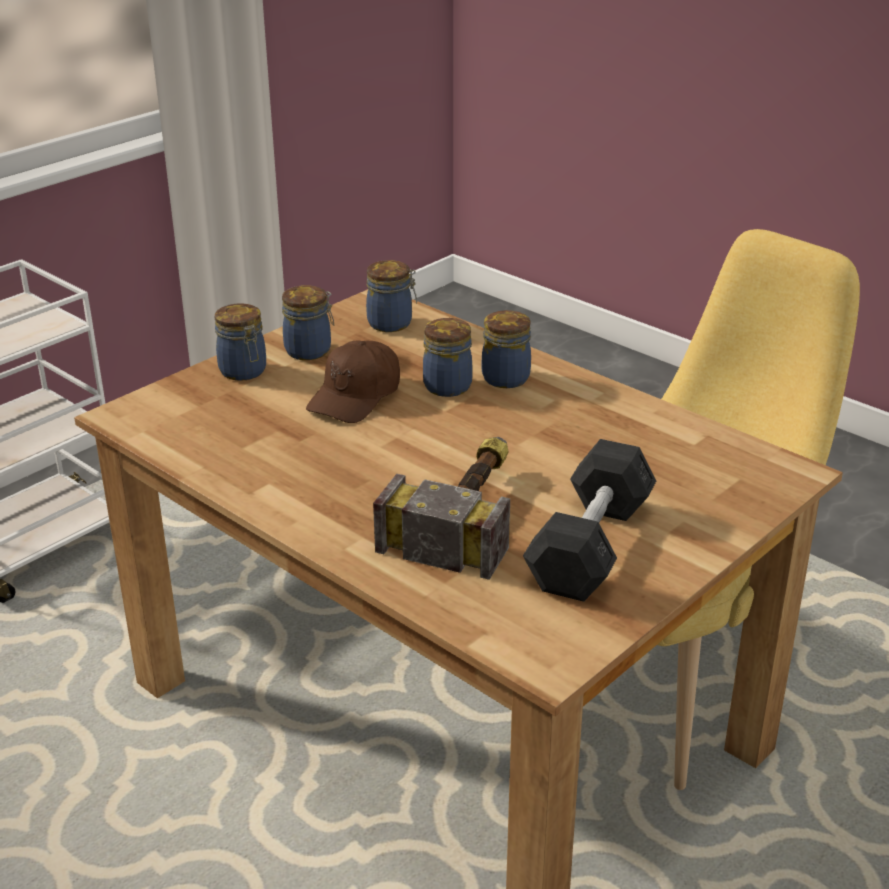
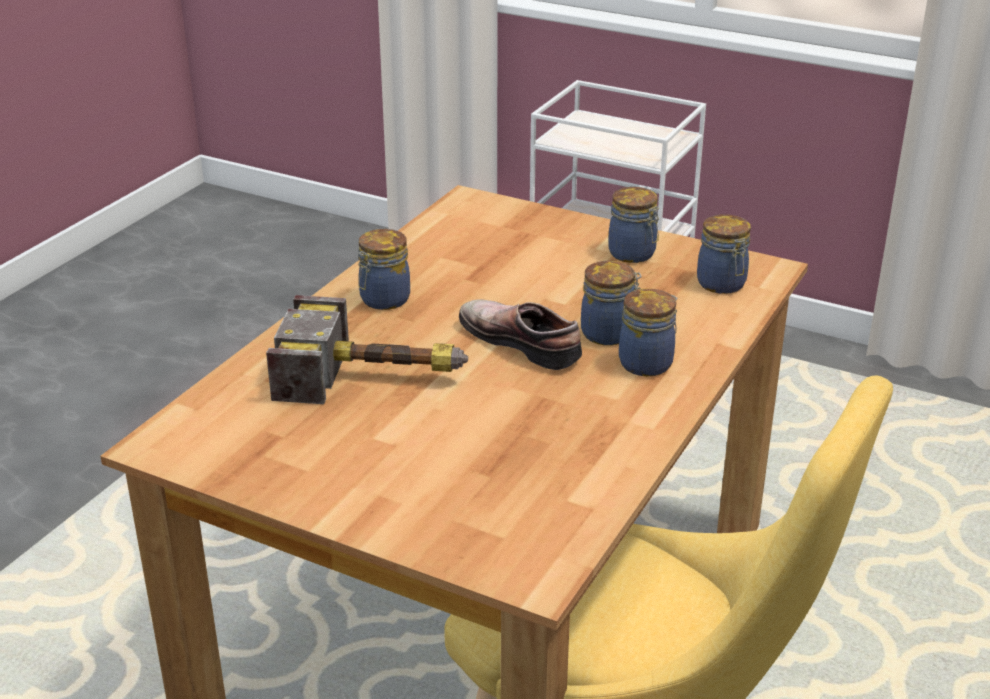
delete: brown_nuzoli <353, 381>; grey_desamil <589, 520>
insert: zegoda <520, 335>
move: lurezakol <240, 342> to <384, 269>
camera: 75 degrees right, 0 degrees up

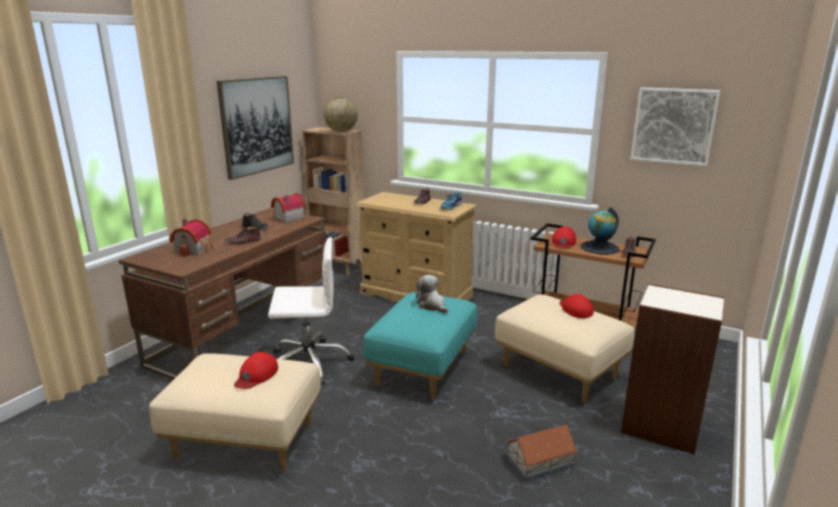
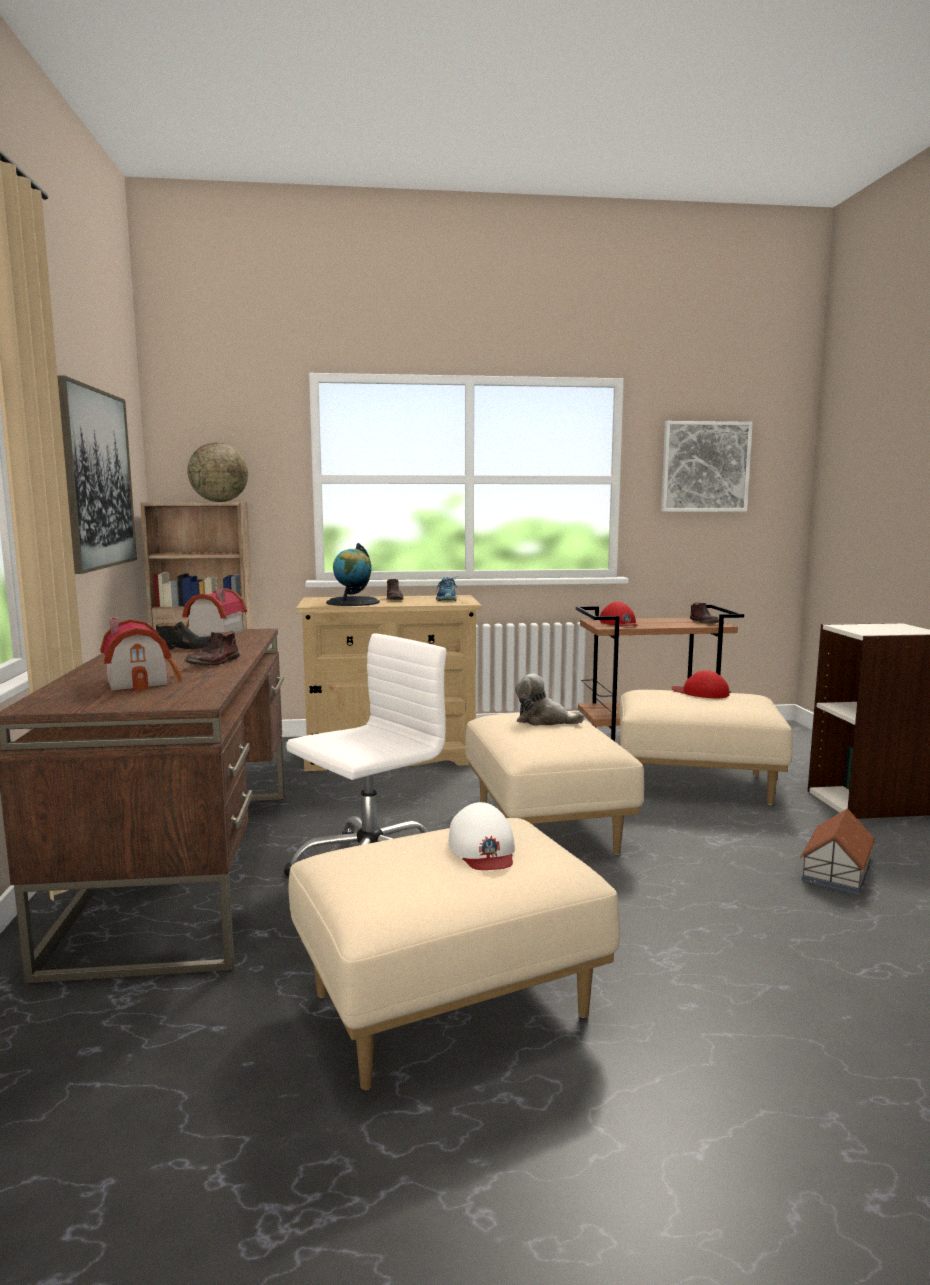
move: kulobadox <600, 231> to <353, 574>
recolor: red_nuzoli <256, 370> to white_nuzoli <482, 836>; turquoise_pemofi <420, 345> to beige_pemofi <554, 783>
camera: 35 degrees left, 10 degrees down

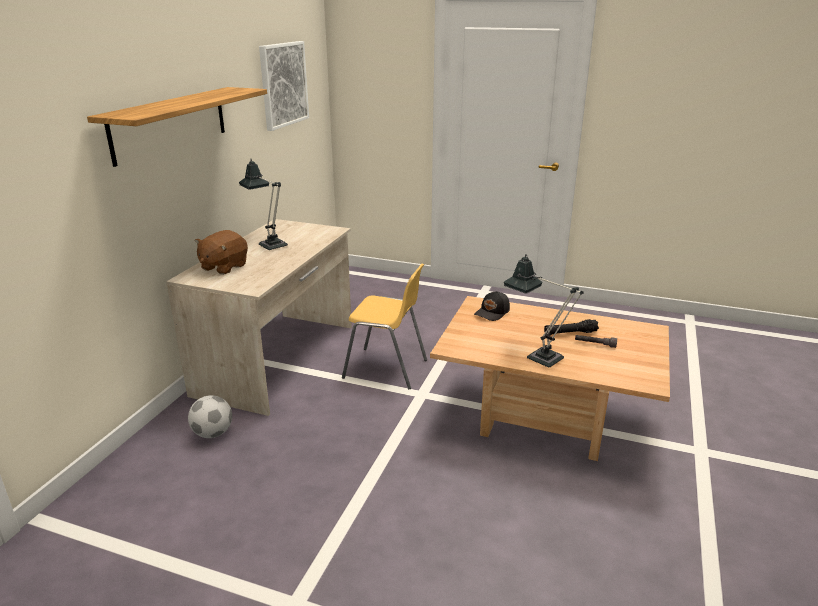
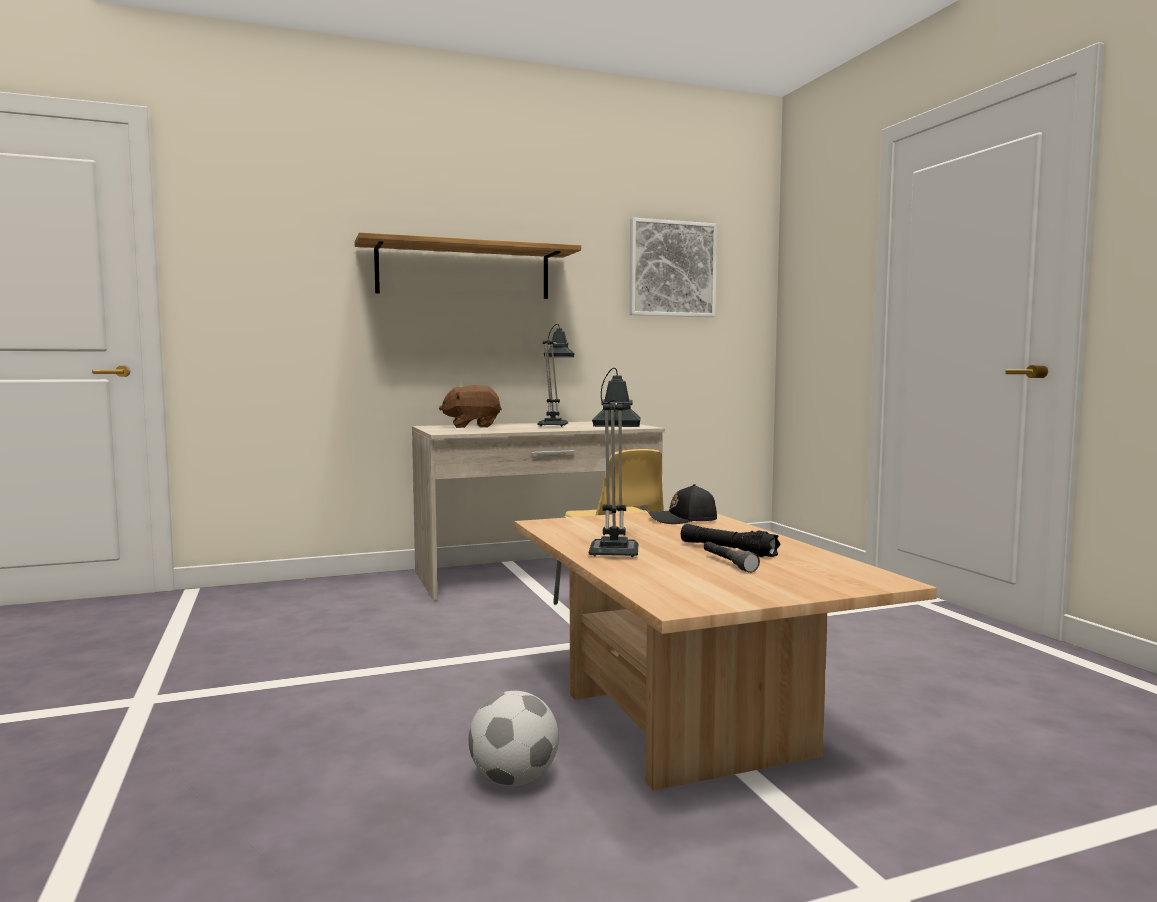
move: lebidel <210, 416> to <514, 738>
camera: 50 degrees right, 20 degrees down

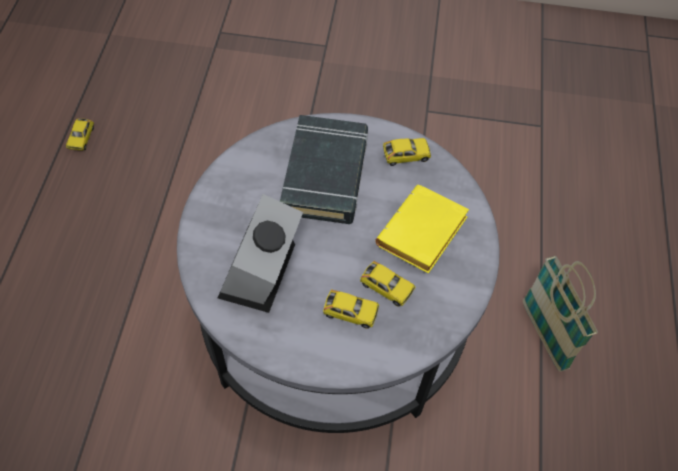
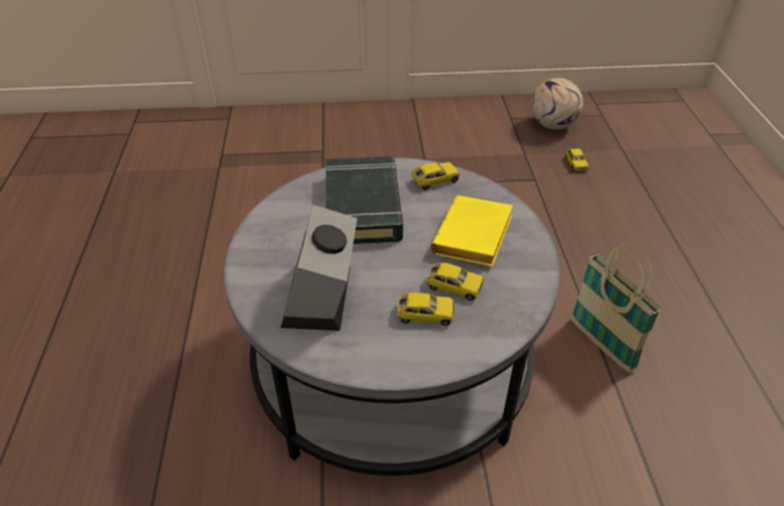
insert: lebidel <557, 103>
move: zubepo <80, 135> to <577, 160>
camera: 10 degrees left, 15 degrees down

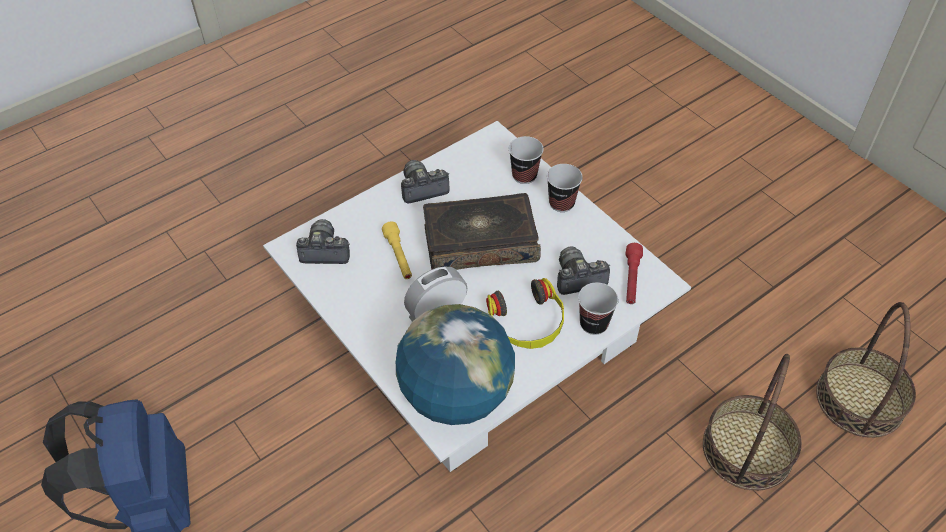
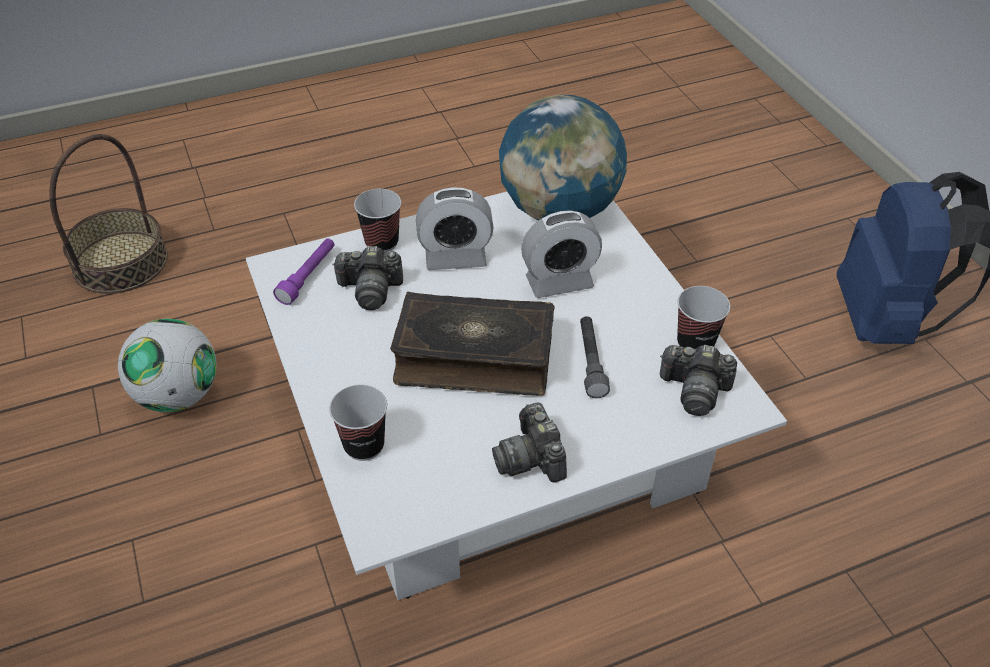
delete: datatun <752, 422>
insert: lebidel <167, 365>
move: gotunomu <565, 188> to <703, 317>
replace: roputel <525, 313> to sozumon <455, 228>
recolor: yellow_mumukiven <397, 250> to grey_mumukiven <595, 357>; red_mumukiven <634, 273> to purple_mumukiven <303, 271>
rotate: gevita <425, 182> = <529, 442> 75 degrees clockwise
camera: 165 degrees left, 5 degrees down

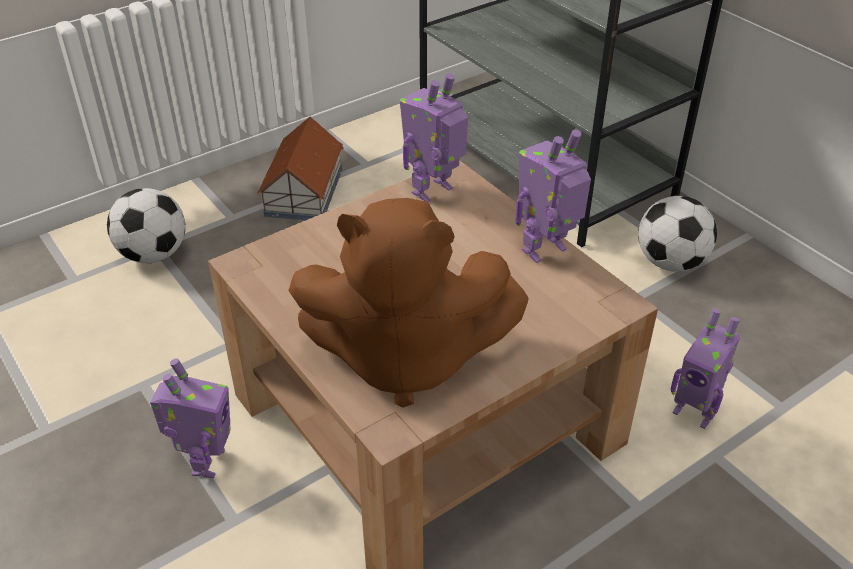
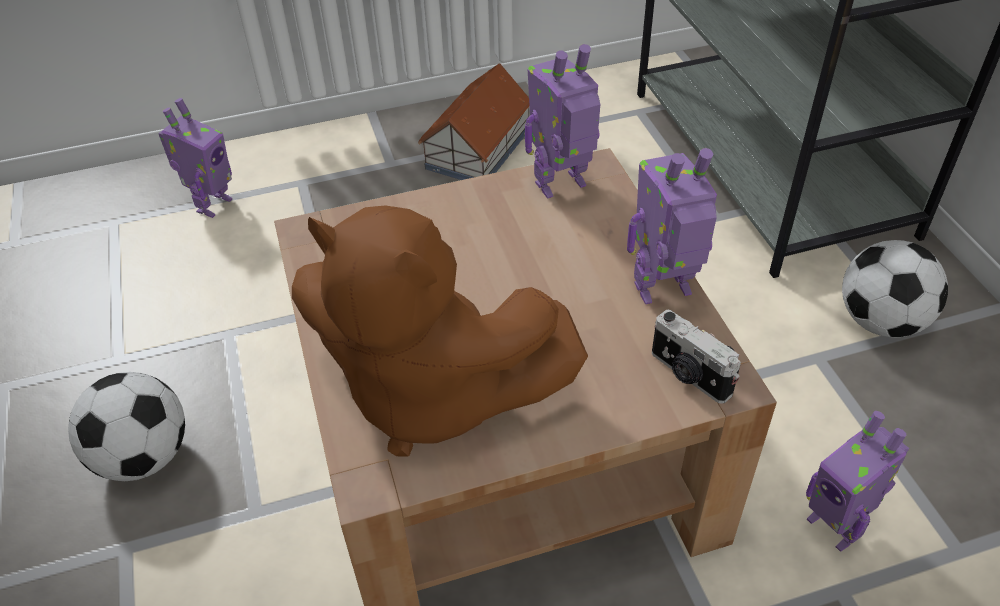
insert: gevita <696, 357>
move: lebidel <146, 225> to <126, 426>; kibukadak <190, 418> to <195, 158>
camera: 20 degrees right, 5 degrees up

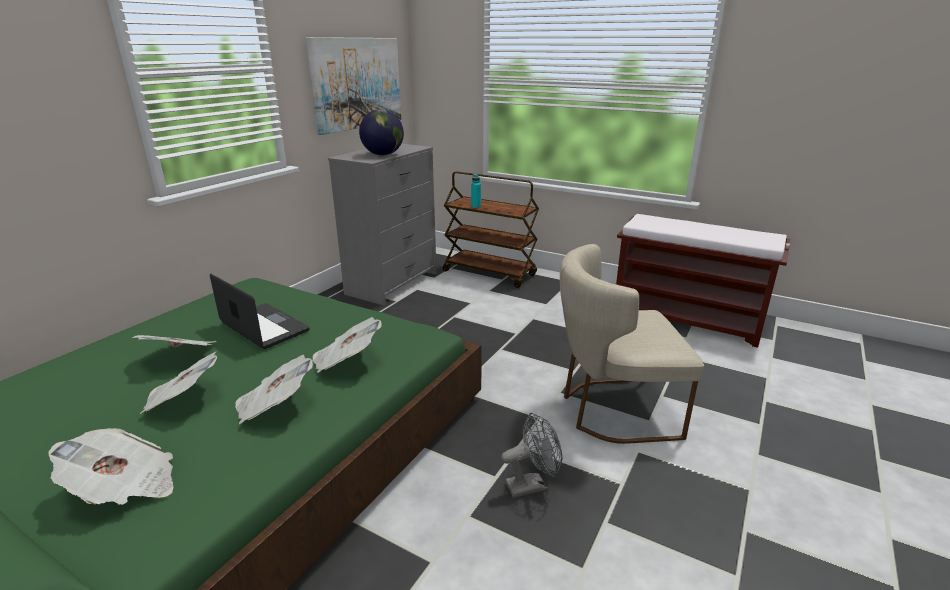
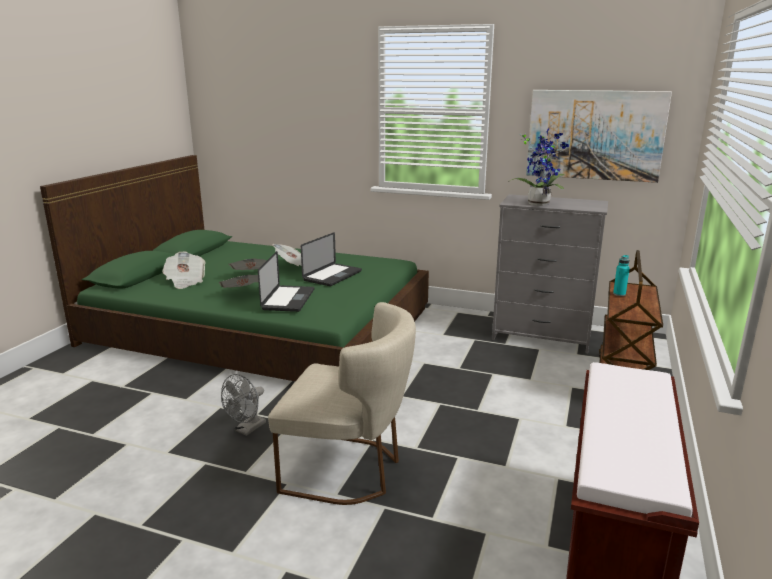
replace: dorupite <347, 345> to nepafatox <286, 281>; kulobadox <381, 132> to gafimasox <538, 167>
rotate: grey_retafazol <531, 455> = <243, 405> 60 degrees clockwise; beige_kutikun <632, 344> = <342, 403> 120 degrees clockwise
camera: 80 degrees right, 5 degrees down

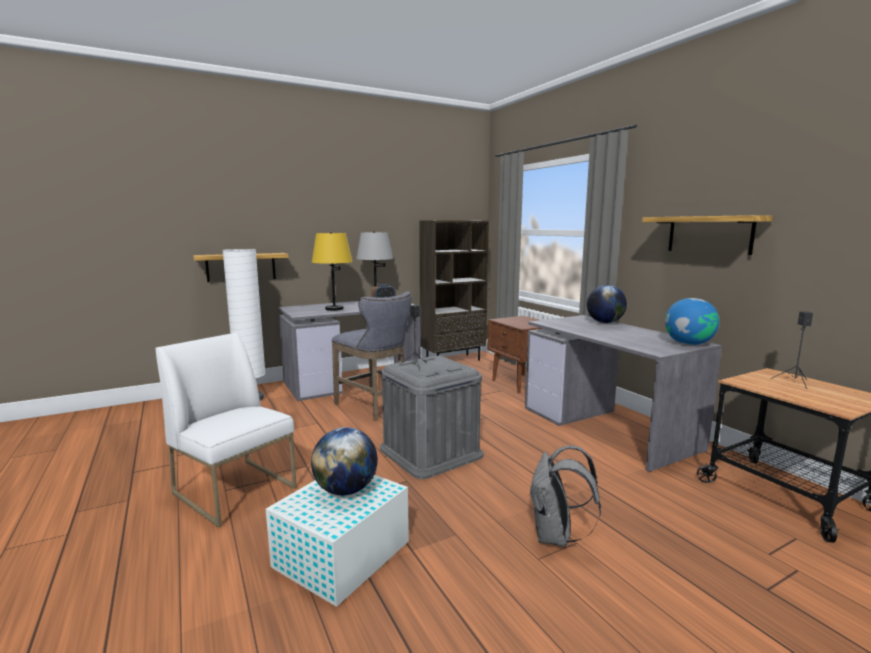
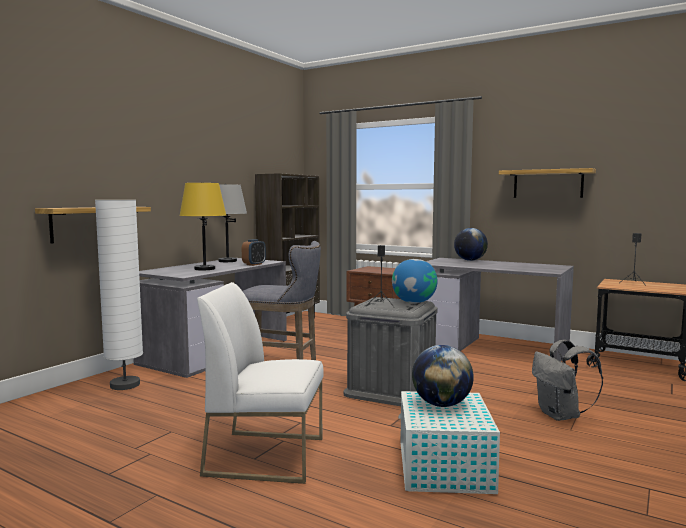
move: kulobadox <692, 321> to <415, 281>
camera: 30 degrees left, 5 degrees down

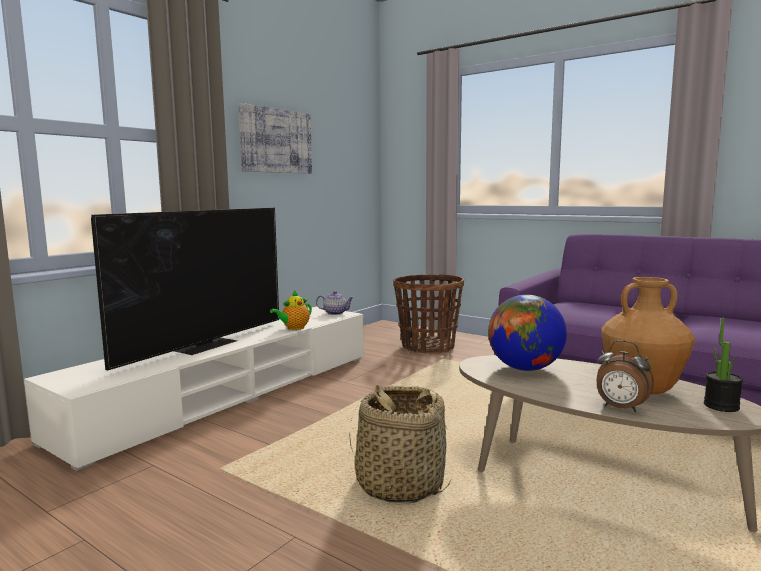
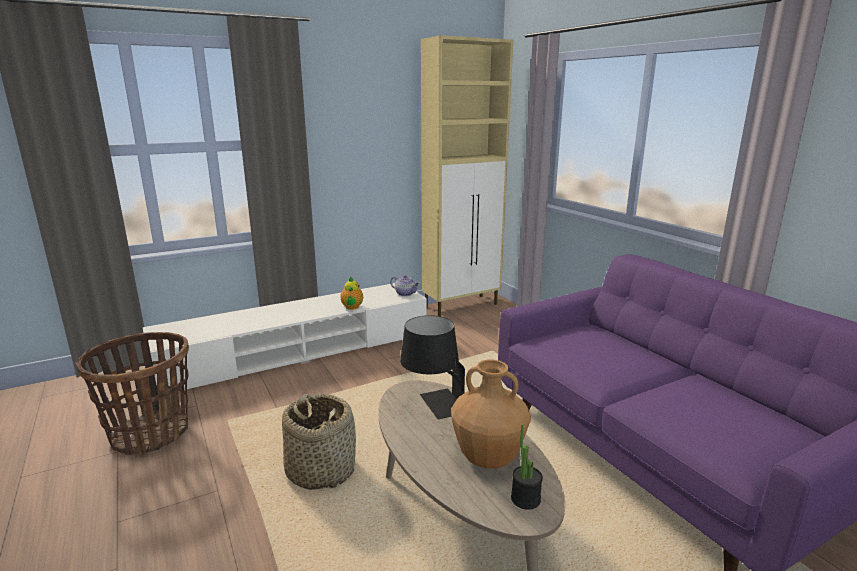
delete: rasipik <185, 289>; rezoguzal <275, 138>; sozumon <625, 376>
insert: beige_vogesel <467, 175>
move: datatun <428, 313> to <132, 394>
replace: kulobadox <527, 333> to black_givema <432, 367>
rotate: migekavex <291, 310> = <351, 293> 75 degrees counterclockwise
camera: 25 degrees right, 10 degrees up

